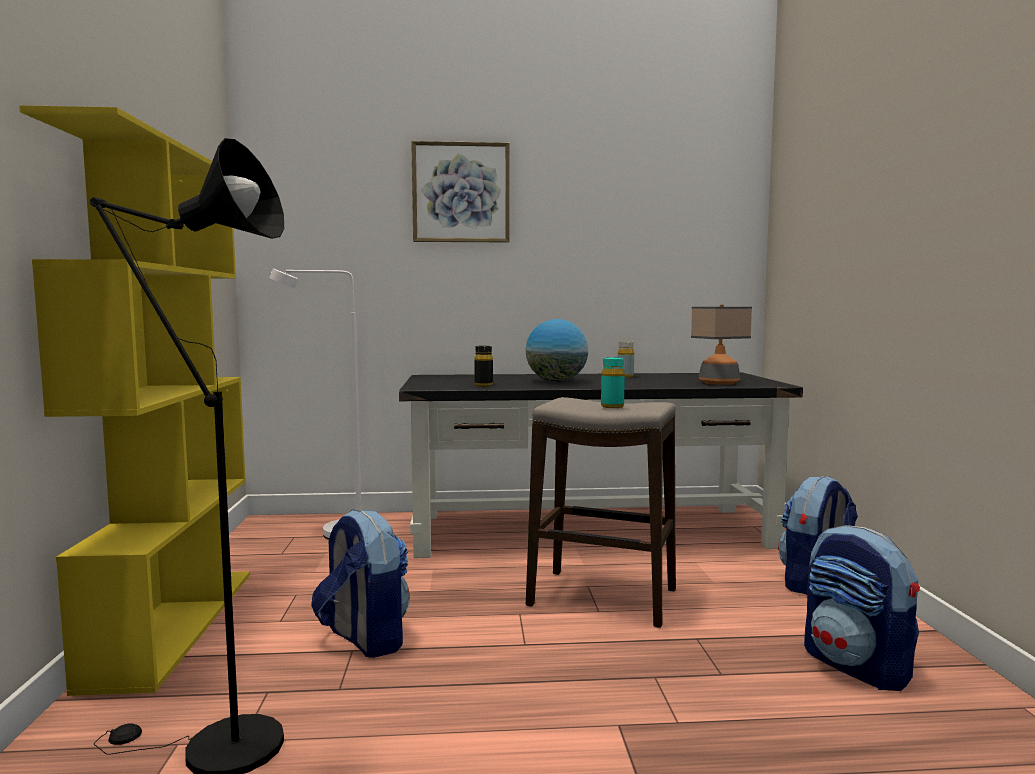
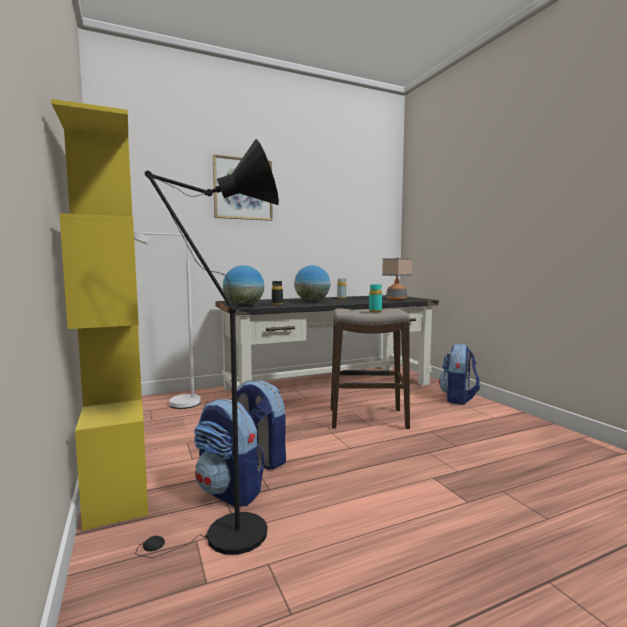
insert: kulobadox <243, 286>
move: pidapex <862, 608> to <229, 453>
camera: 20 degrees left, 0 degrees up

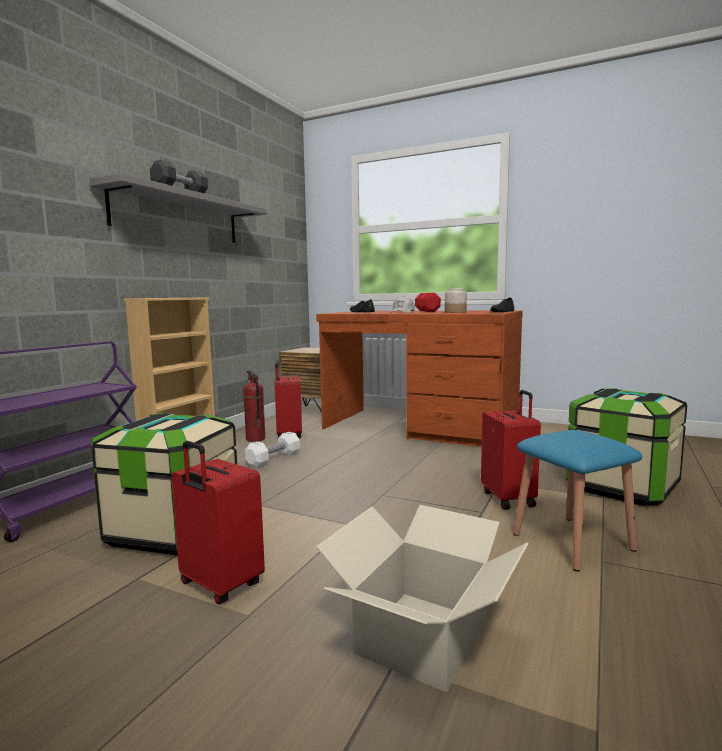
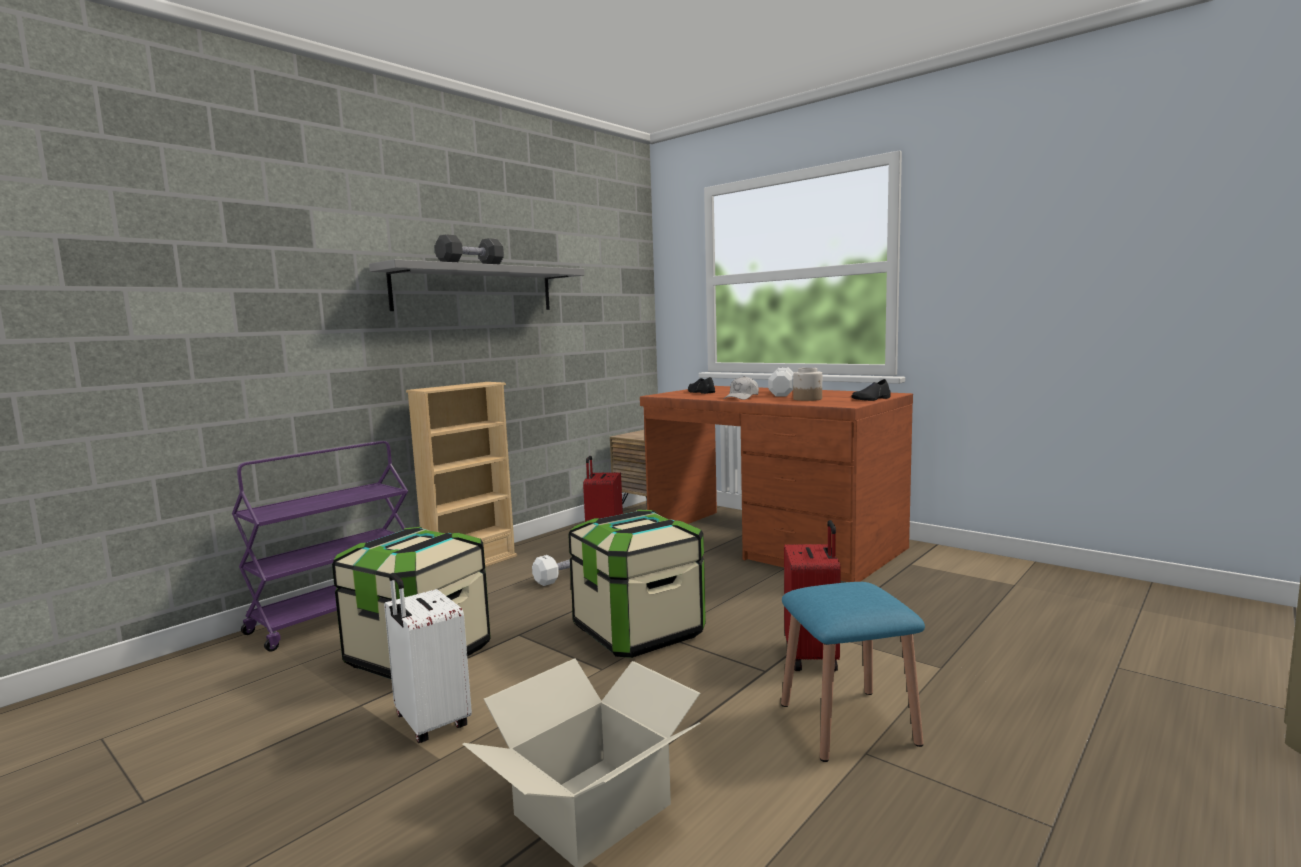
delete: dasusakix <254, 406>
move: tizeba <626, 447> to <637, 584>
recolor: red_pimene <218, 522> to white_pimene <428, 658>; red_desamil <428, 302> to white_desamil <781, 381>
camera: 15 degrees right, 0 degrees up

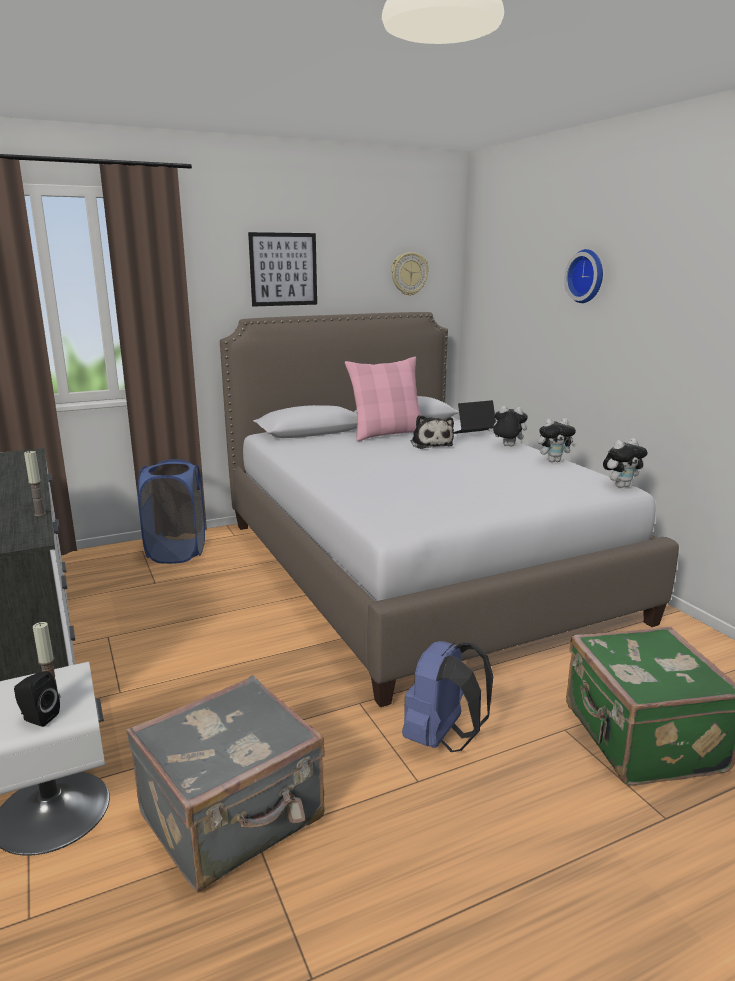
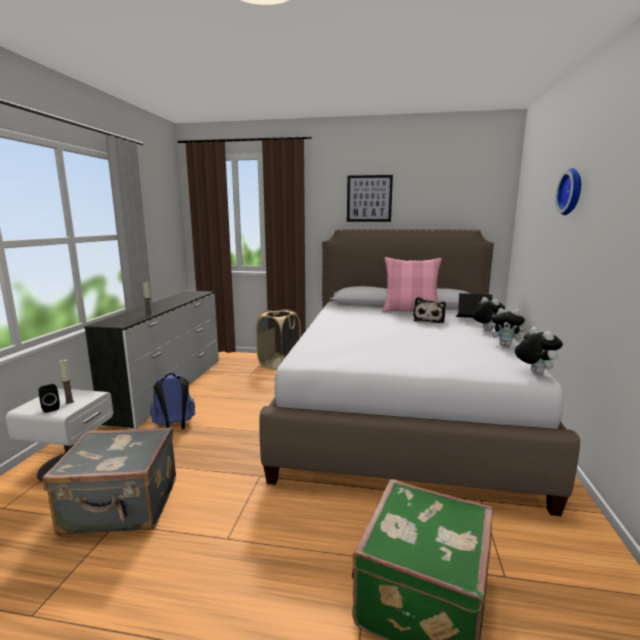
delete: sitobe <410, 274>
move: blue_pidapex <447, 696> to <172, 401>
recolor: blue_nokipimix <171, 511> to beige_nokipimix <278, 339>
rotate: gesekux <625, 463> = <539, 350> 120 degrees counterclockwise
camera: 35 degrees right, 5 degrees down

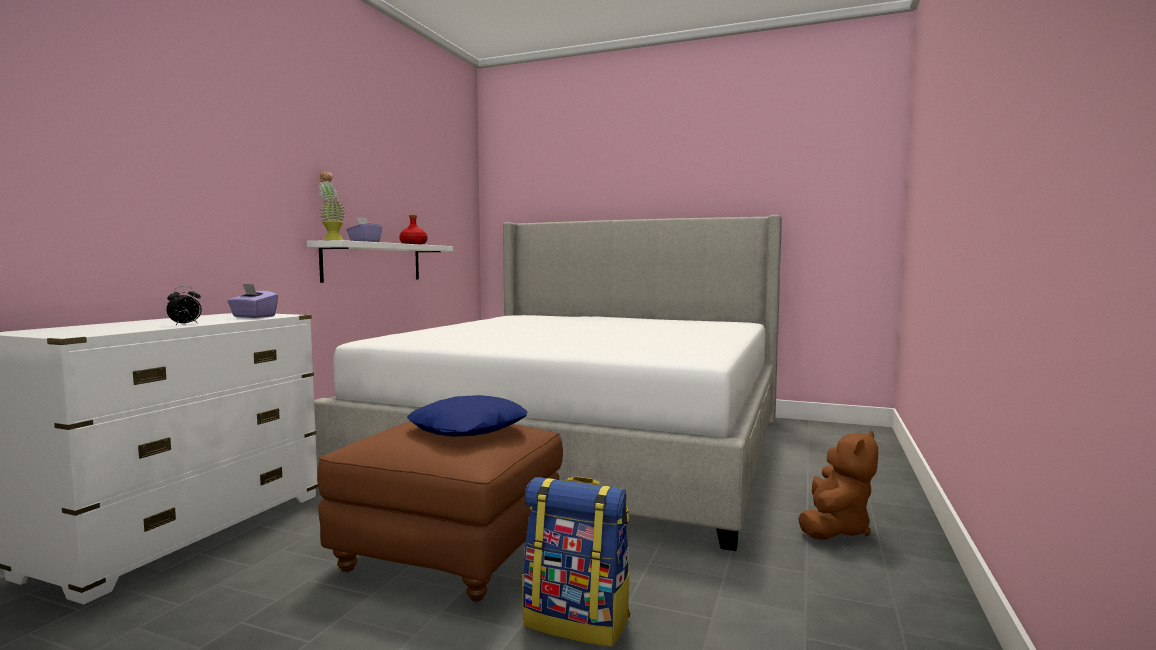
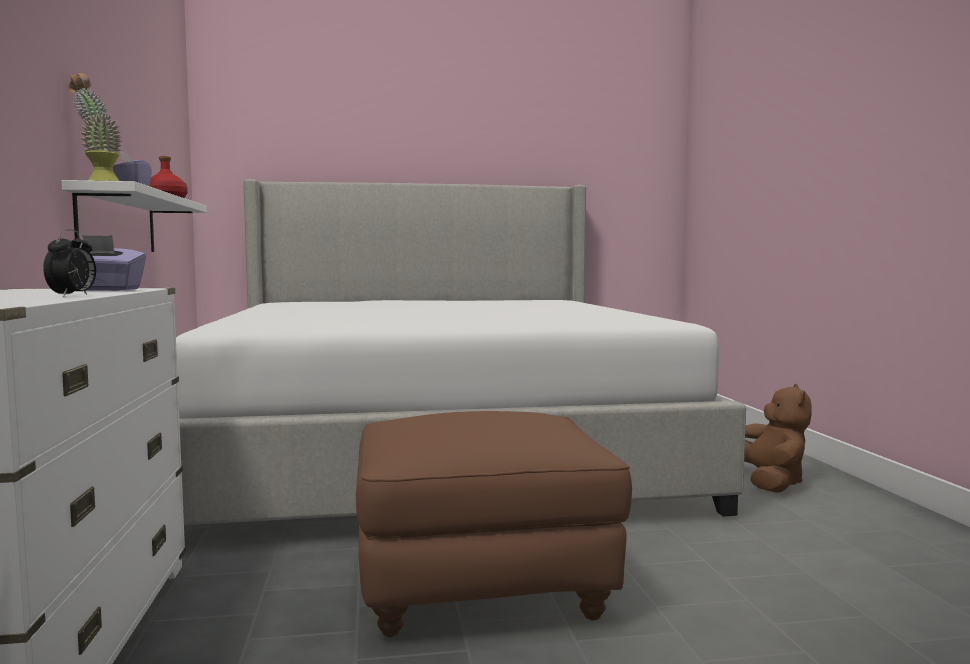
delete: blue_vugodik <467, 416>; pidapex <576, 561>
camera: 30 degrees left, 0 degrees up

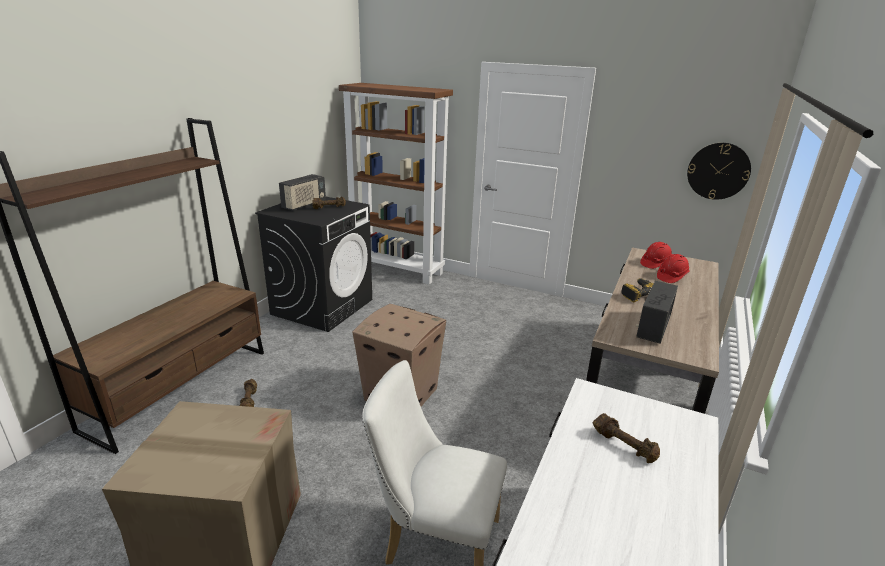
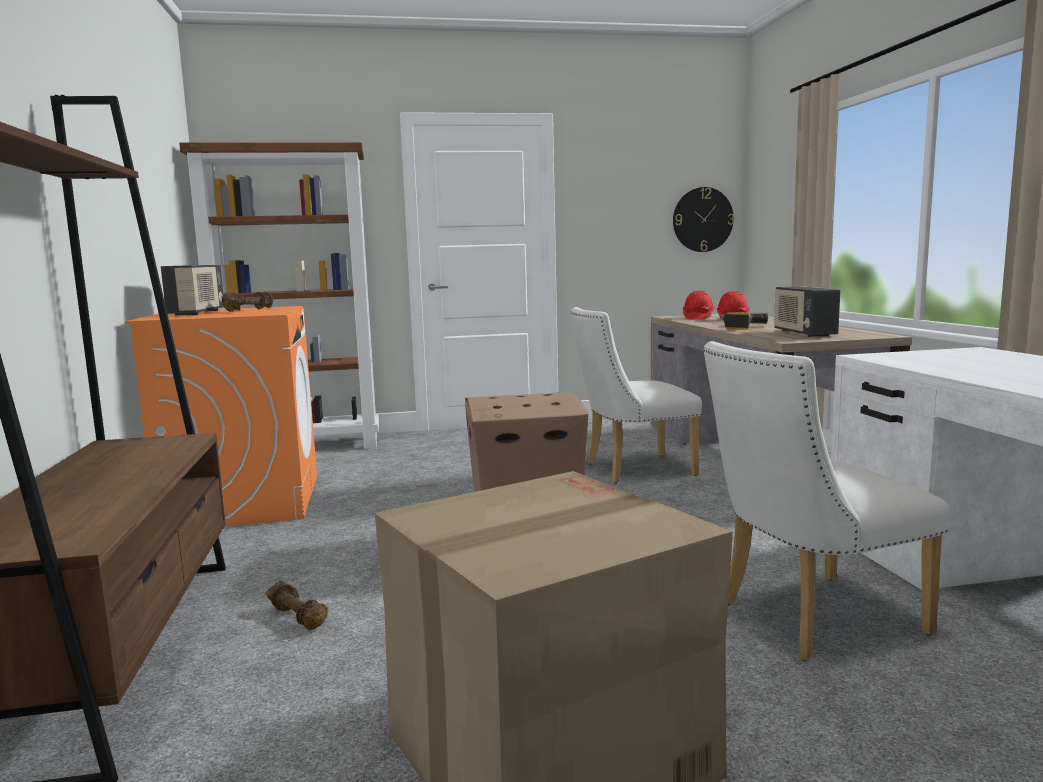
delete: brown_desamil <626, 438>
insert: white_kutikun <636, 395>
recolor: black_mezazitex <313, 264> to orange_mezazitex <220, 416>
camera: 35 degrees left, 15 degrees down

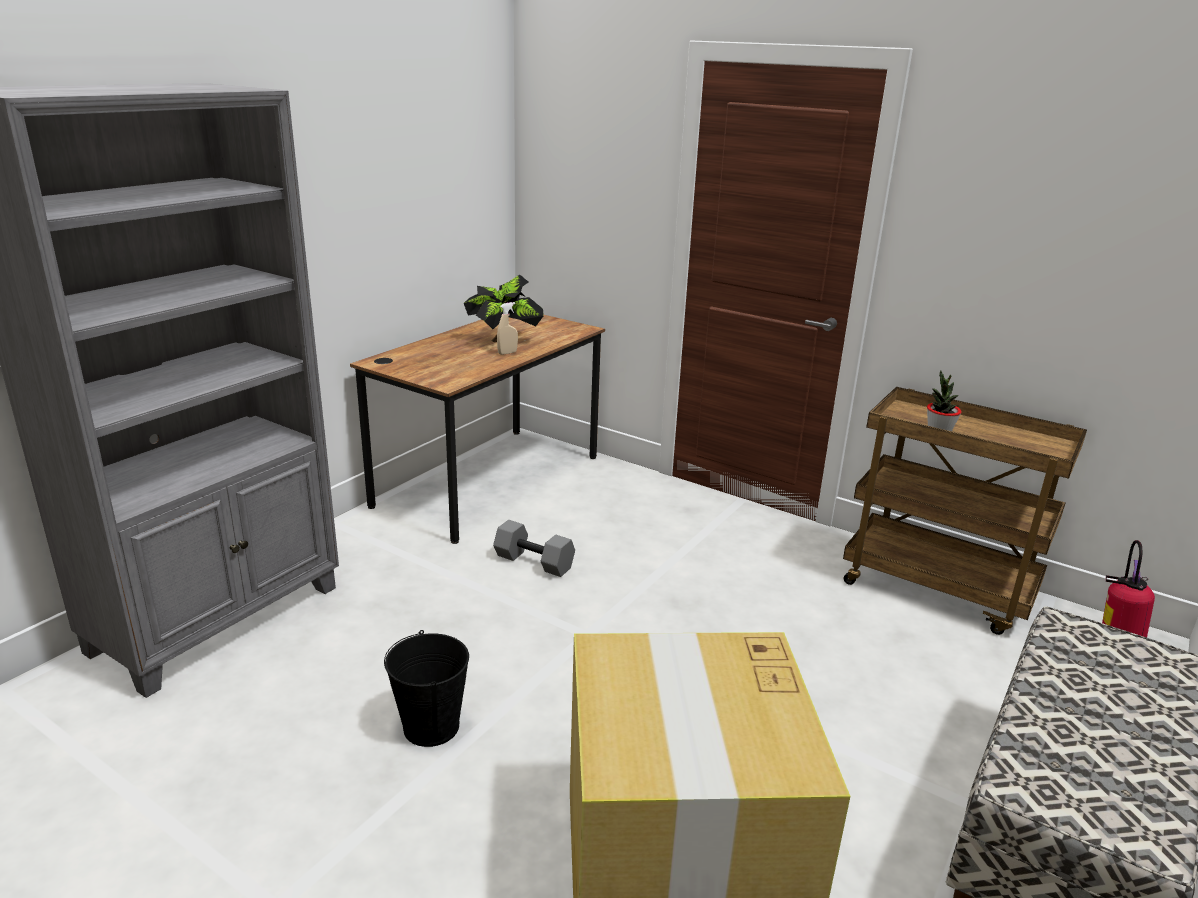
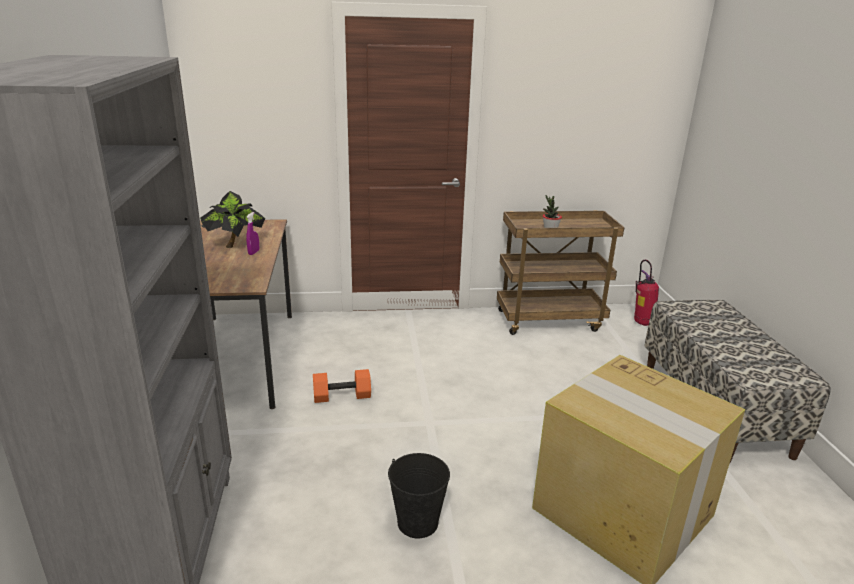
recolor: grey_desamil <534, 548> to orange_desamil <342, 386>; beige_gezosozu <507, 328> to purple_gezosozu <252, 233>
camera: 40 degrees left, 0 degrees up

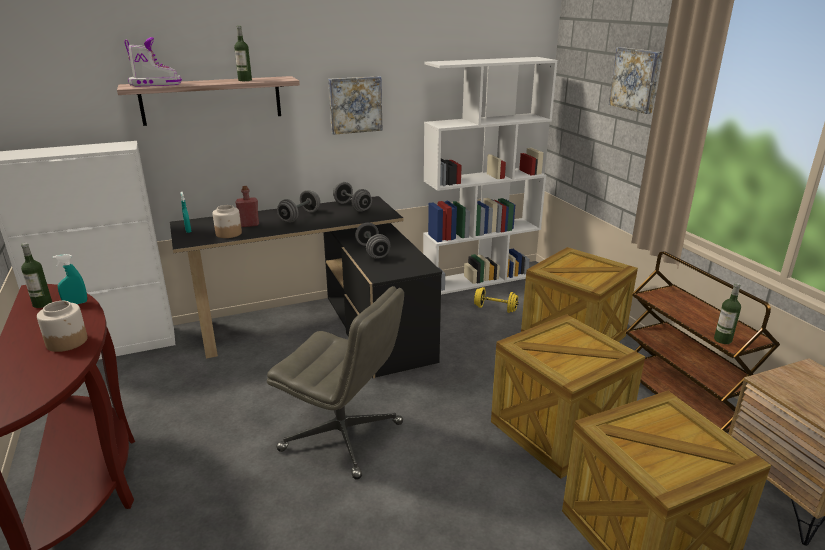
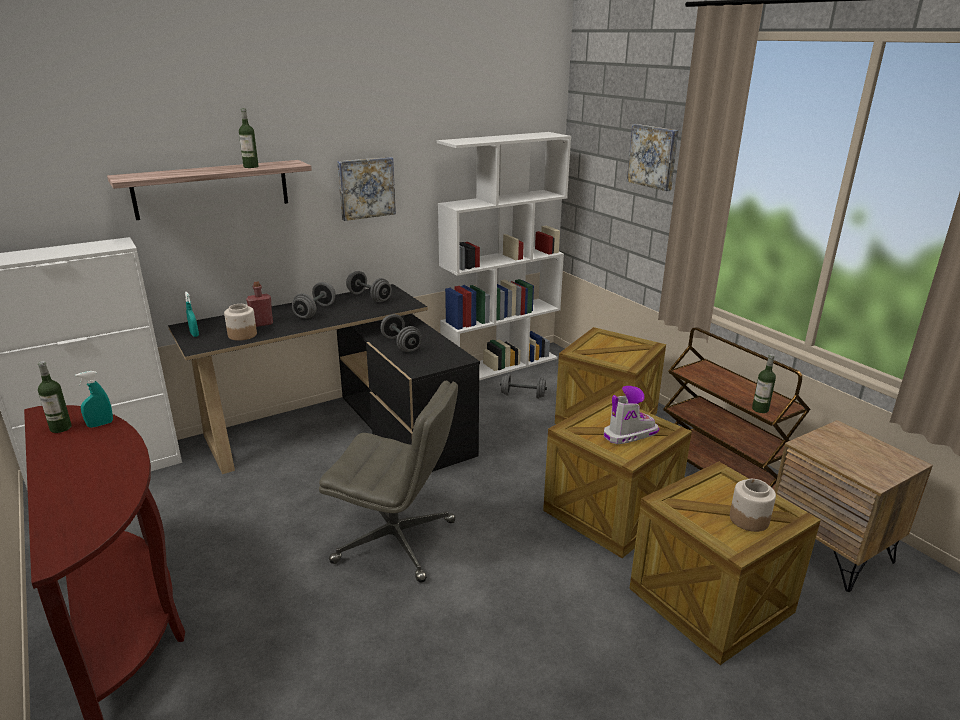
move: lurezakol <62, 326> to <753, 505>; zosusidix <153, 61> to <631, 415>
recolor: yellow_desamil <496, 300> to grey_desamil <523, 386>
camera: 10 degrees left, 0 degrees up

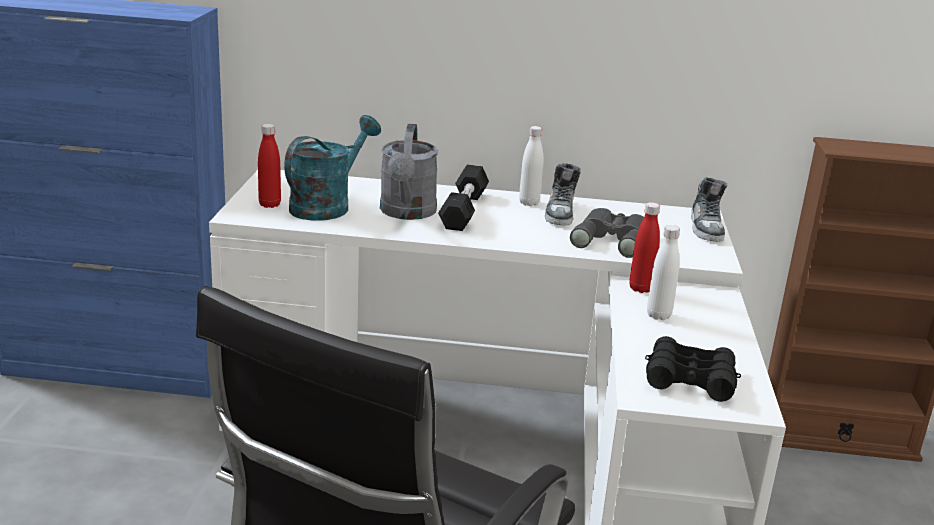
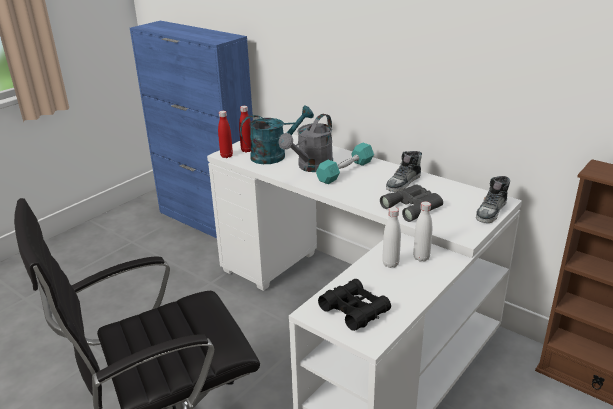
move: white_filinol <531, 166> to <422, 231>; red_filinol <644, 247> to <225, 134>
recolor: black_desamil <463, 198> to turquoise_desamil <345, 163>
camera: 35 degrees right, 5 degrees up

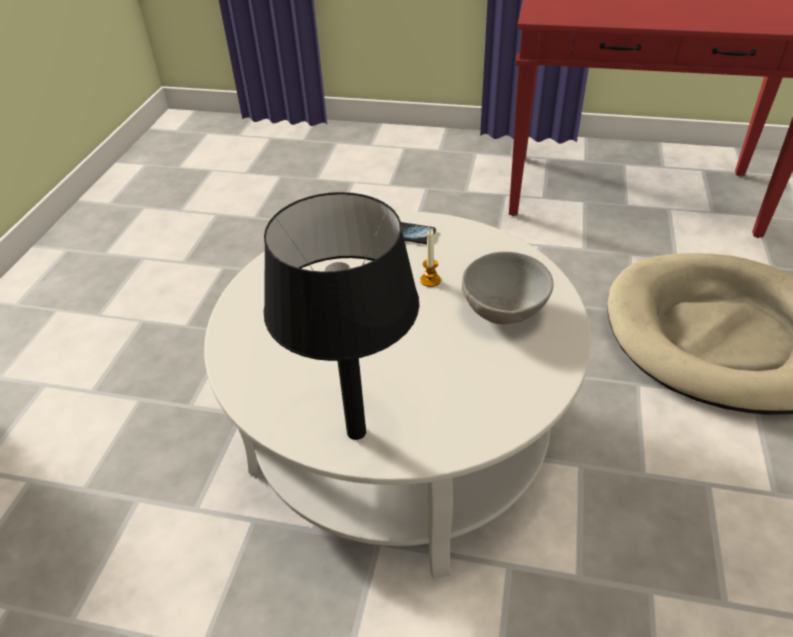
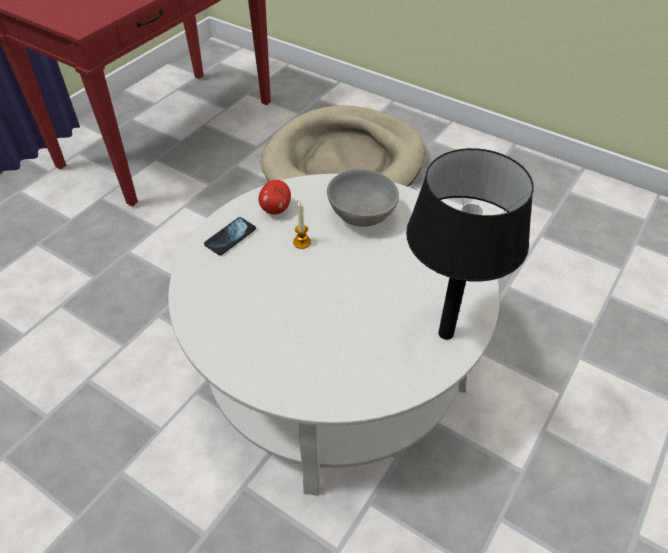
insert: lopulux <275, 197>
camera: 70 degrees left, 5 degrees up

